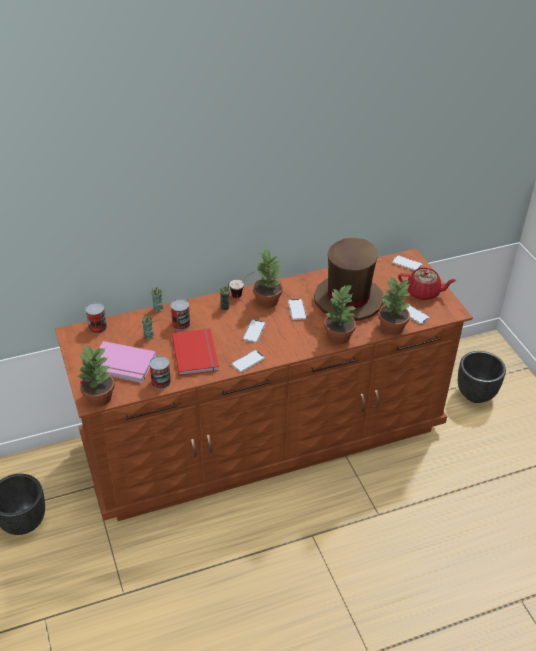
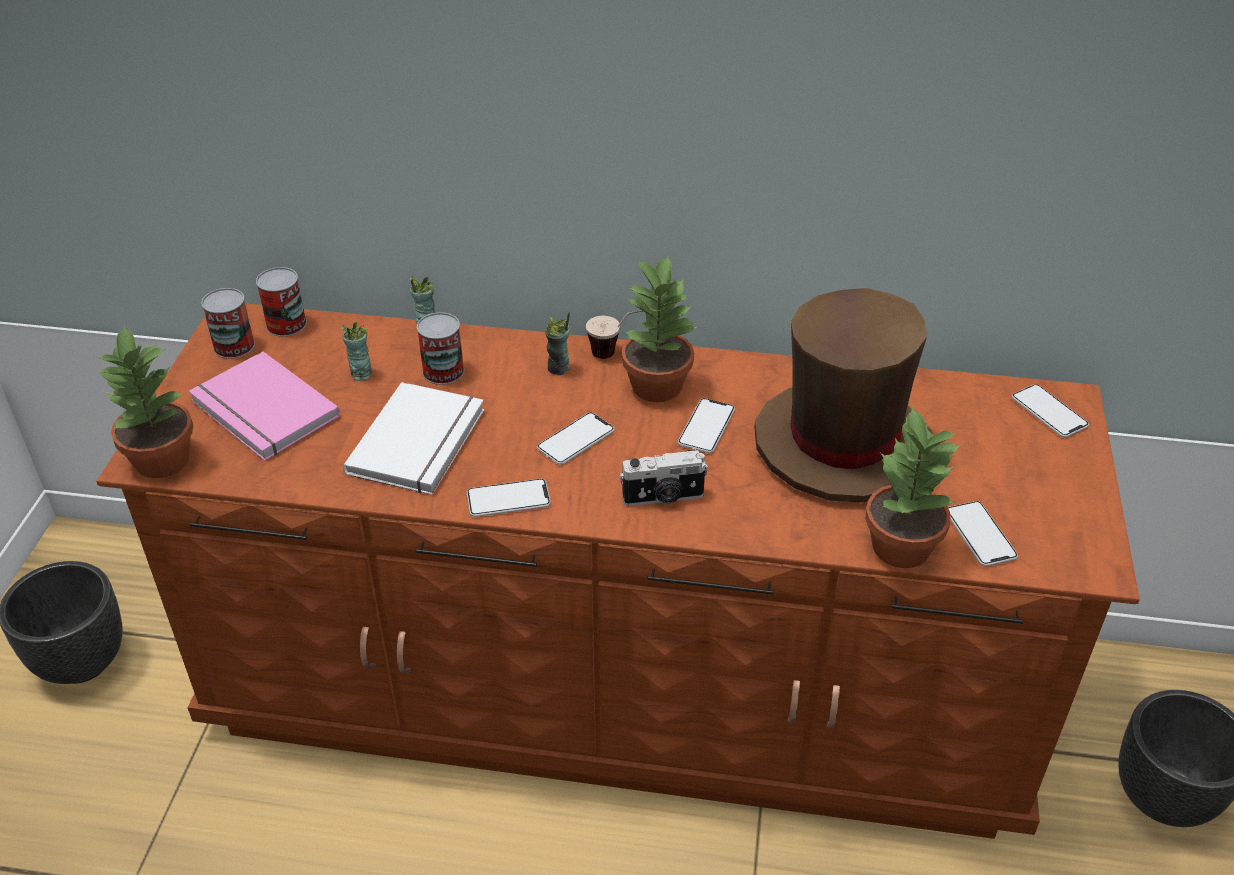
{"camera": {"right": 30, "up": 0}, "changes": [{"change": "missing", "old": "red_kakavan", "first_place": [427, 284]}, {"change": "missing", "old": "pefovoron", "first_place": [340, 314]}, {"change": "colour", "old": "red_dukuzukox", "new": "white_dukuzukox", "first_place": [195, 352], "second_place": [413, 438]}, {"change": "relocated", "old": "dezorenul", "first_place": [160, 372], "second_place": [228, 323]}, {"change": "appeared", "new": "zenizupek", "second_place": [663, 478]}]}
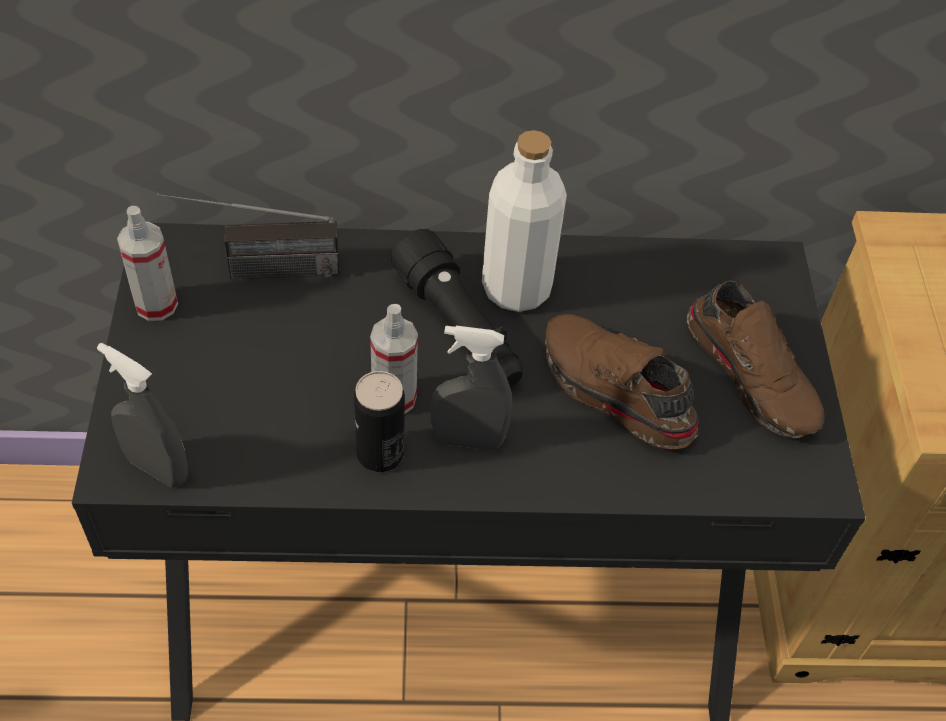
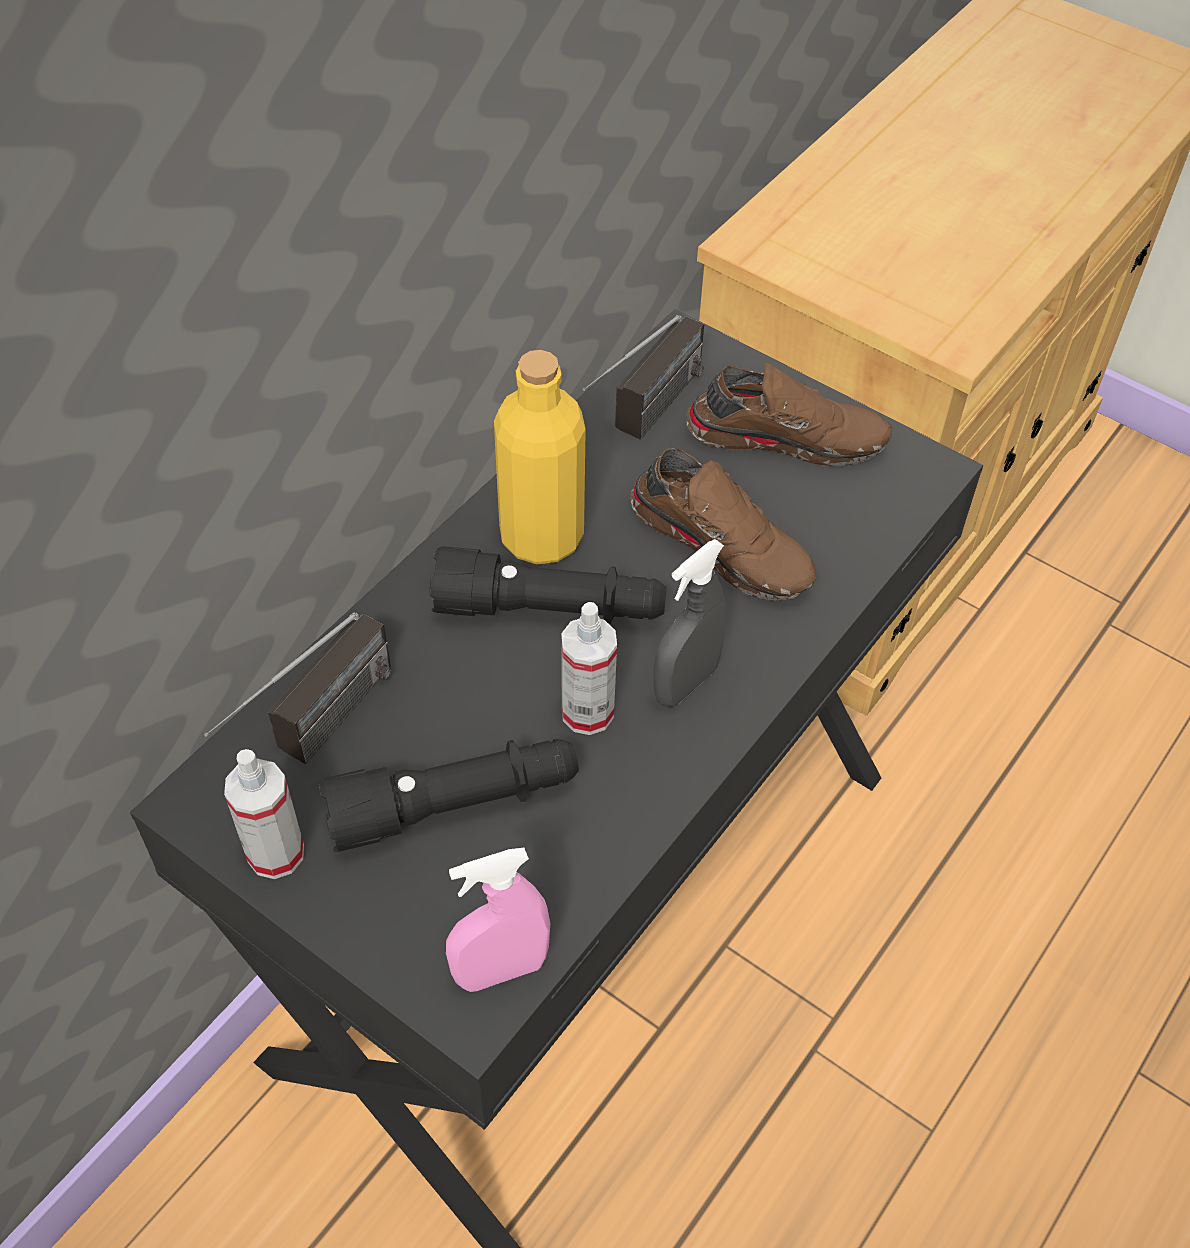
{"camera": {"right": -50, "up": 0}, "changes": [{"change": "colour", "old": "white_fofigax", "new": "yellow_fofigax", "first_place": [524, 221], "second_place": [540, 457]}, {"change": "spun", "old": "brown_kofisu", "first_place": [622, 381], "second_place": [723, 524], "degrees": -135}, {"change": "colour", "old": "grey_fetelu", "new": "pink_fetelu", "first_place": [142, 415], "second_place": [498, 920]}, {"change": "missing", "old": "dezorenul", "first_place": [379, 421]}, {"change": "appeared", "new": "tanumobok", "second_place": [643, 377]}, {"change": "appeared", "new": "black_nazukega", "second_place": [449, 795]}]}
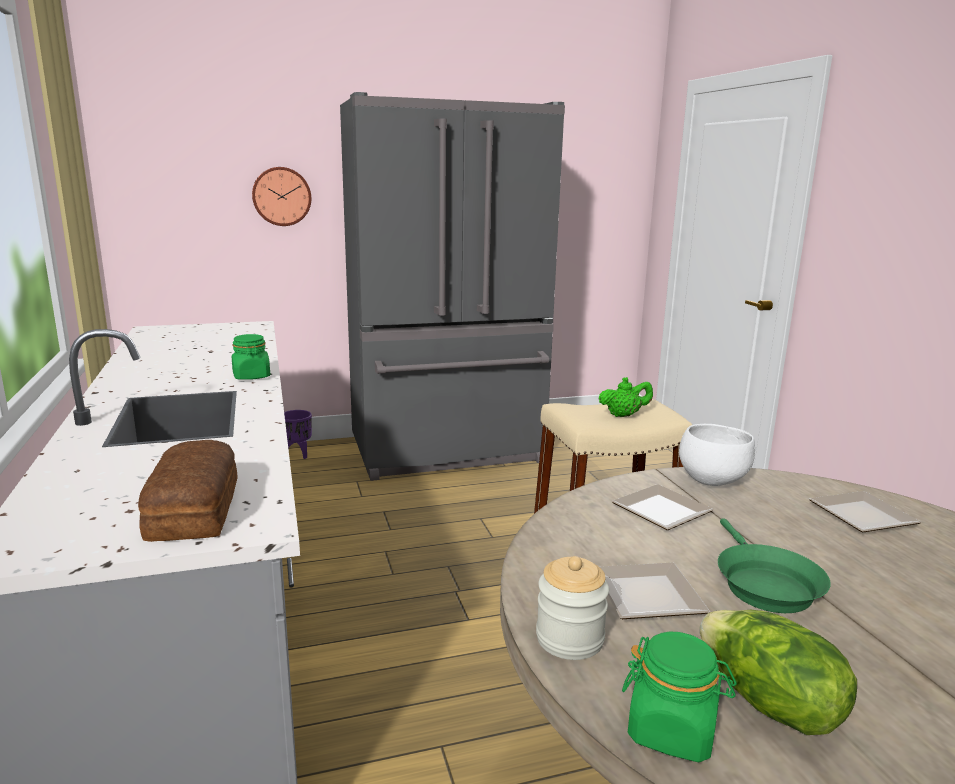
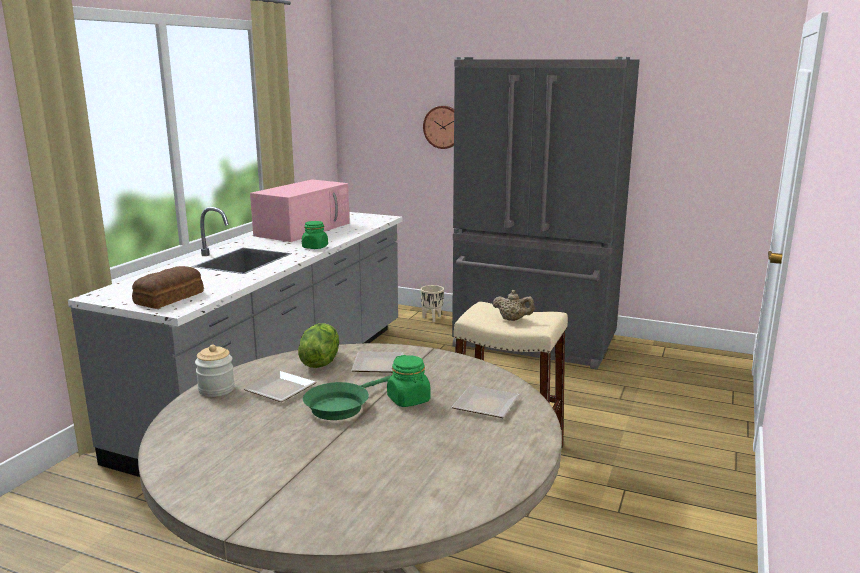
{"camera": {"right": 40, "up": 0}, "changes": [{"change": "colour", "old": "green_kakavan", "new": "beige_kakavan", "first_place": [625, 397], "second_place": [513, 305]}, {"change": "colour", "old": "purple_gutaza", "new": "beige_gutaza", "first_place": [298, 434], "second_place": [432, 303]}, {"change": "missing", "old": "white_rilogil", "first_place": [717, 455]}, {"change": "relocated", "old": "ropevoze", "first_place": [778, 672], "second_place": [318, 345]}, {"change": "relocated", "old": "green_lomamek", "first_place": [679, 697], "second_place": [409, 381]}, {"change": "appeared", "new": "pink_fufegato", "second_place": [300, 211]}]}
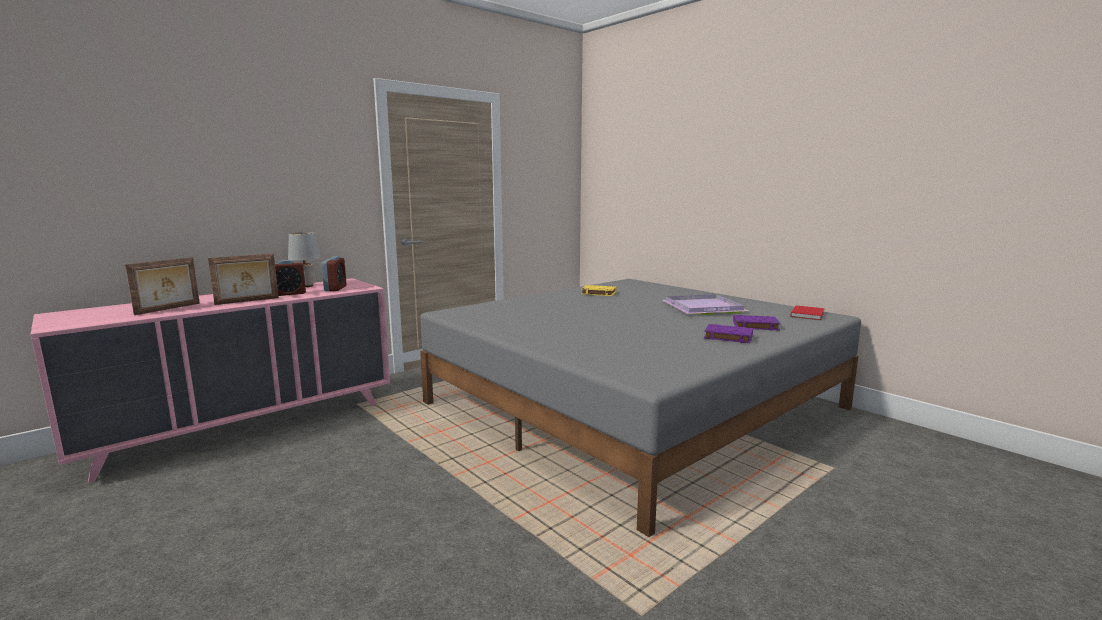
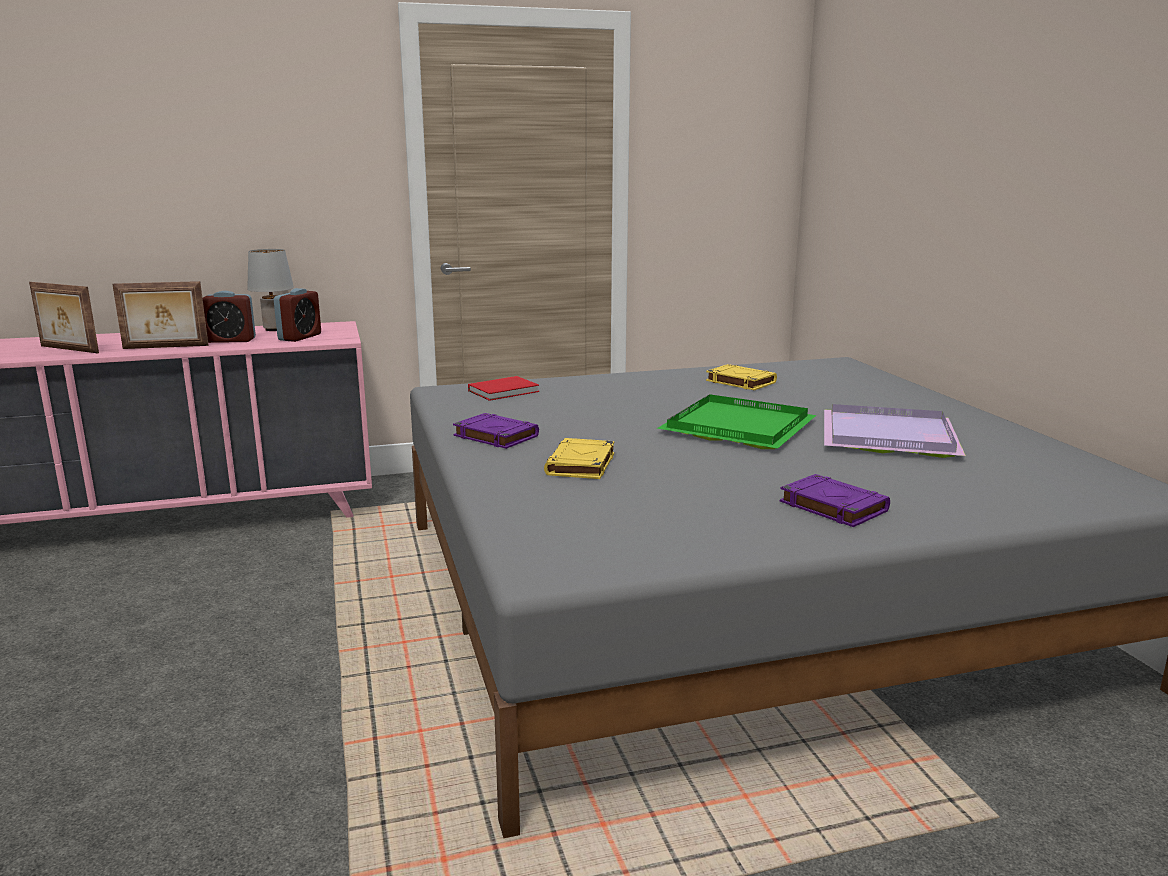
{"camera": {"right": 25, "up": 5}, "changes": [{"change": "spun", "old": "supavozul", "first_place": [162, 286], "second_place": [64, 317], "degrees": 60}, {"change": "relocated", "old": "red_dukuzukox", "first_place": [808, 313], "second_place": [503, 388]}, {"change": "relocated", "old": "purple_dukuzukox", "first_place": [757, 323], "second_place": [496, 431]}, {"change": "appeared", "new": "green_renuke", "second_place": [737, 421]}, {"change": "appeared", "new": "yellow_dukuzukox", "second_place": [579, 458]}]}
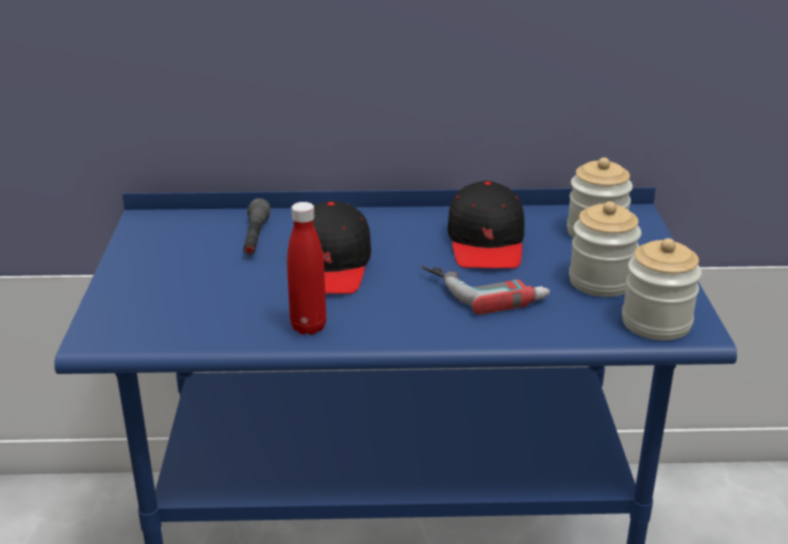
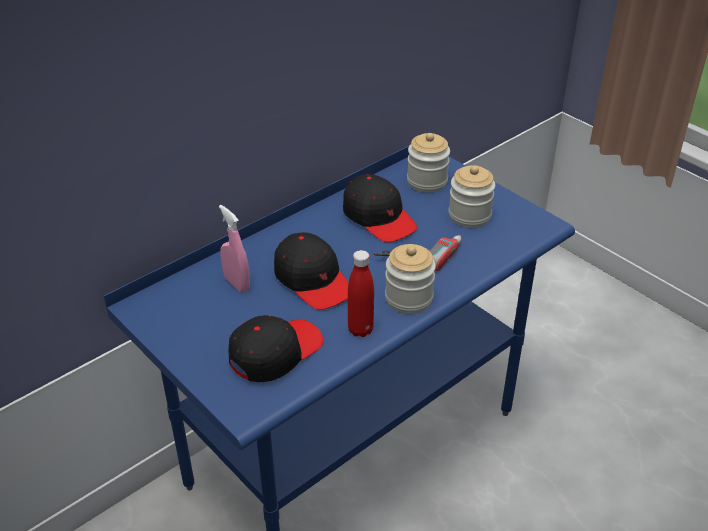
{"camera": {"right": -40, "up": 10}, "changes": [{"change": "exchanged", "old": "grey_nazukega", "new": "pink_fetelu", "first_place": [256, 226], "second_place": [234, 248]}, {"change": "relocated", "old": "lomamek", "first_place": [662, 289], "second_place": [410, 279]}, {"change": "appeared", "new": "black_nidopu", "second_place": [276, 348]}]}
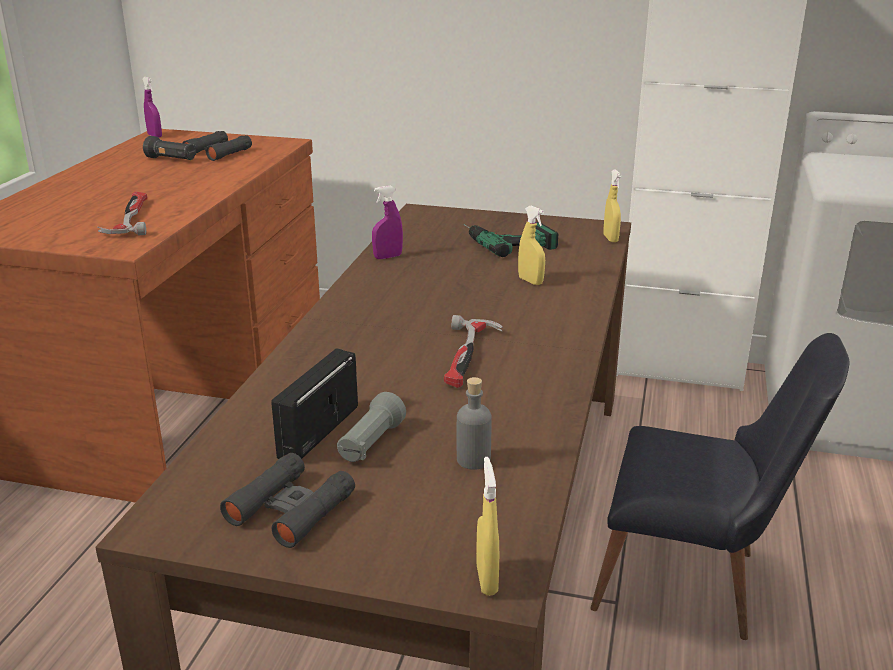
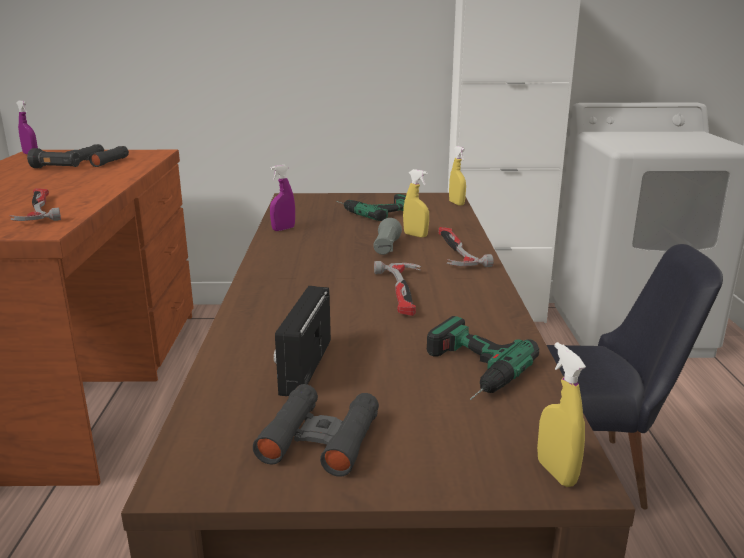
{"camera": {"right": -15, "up": -5}, "changes": [{"change": "exchanged", "old": "grey_fofigax", "new": "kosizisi", "first_place": [474, 423], "second_place": [483, 358]}, {"change": "relocated", "old": "grey_nazukega", "first_place": [371, 427], "second_place": [387, 236]}, {"change": "appeared", "new": "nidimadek", "second_place": [466, 247]}]}
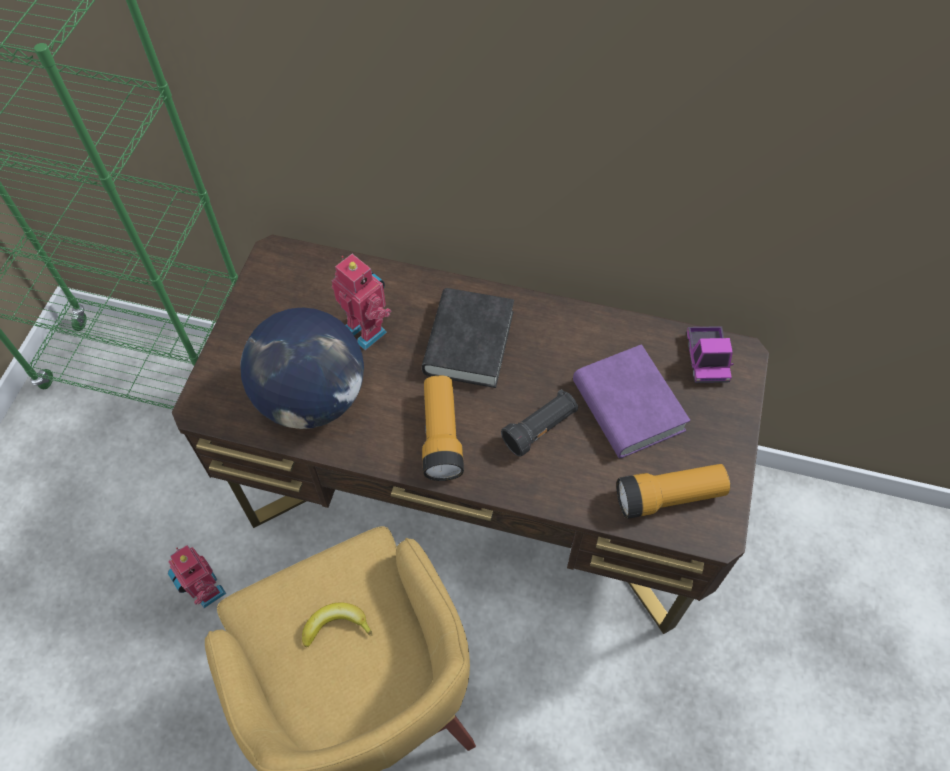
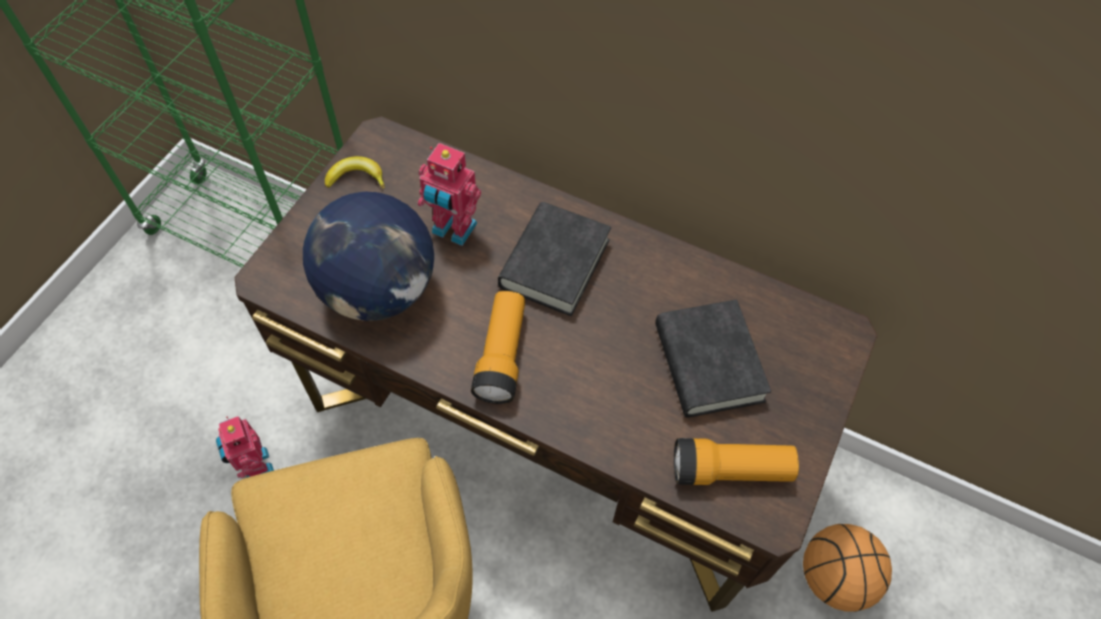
{"camera": {"right": 10, "up": 0}, "changes": [{"change": "spun", "old": "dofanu", "first_place": [361, 302], "second_place": [449, 194], "degrees": 150}, {"change": "missing", "old": "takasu", "first_place": [710, 354]}, {"change": "colour", "old": "purple_dukuzukox", "new": "black_dukuzukox", "first_place": [631, 401], "second_place": [713, 358]}, {"change": "missing", "old": "black_nazukega", "first_place": [539, 423]}, {"change": "relocated", "old": "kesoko", "first_place": [337, 624], "second_place": [355, 172]}, {"change": "appeared", "new": "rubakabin", "second_place": [847, 568]}]}
